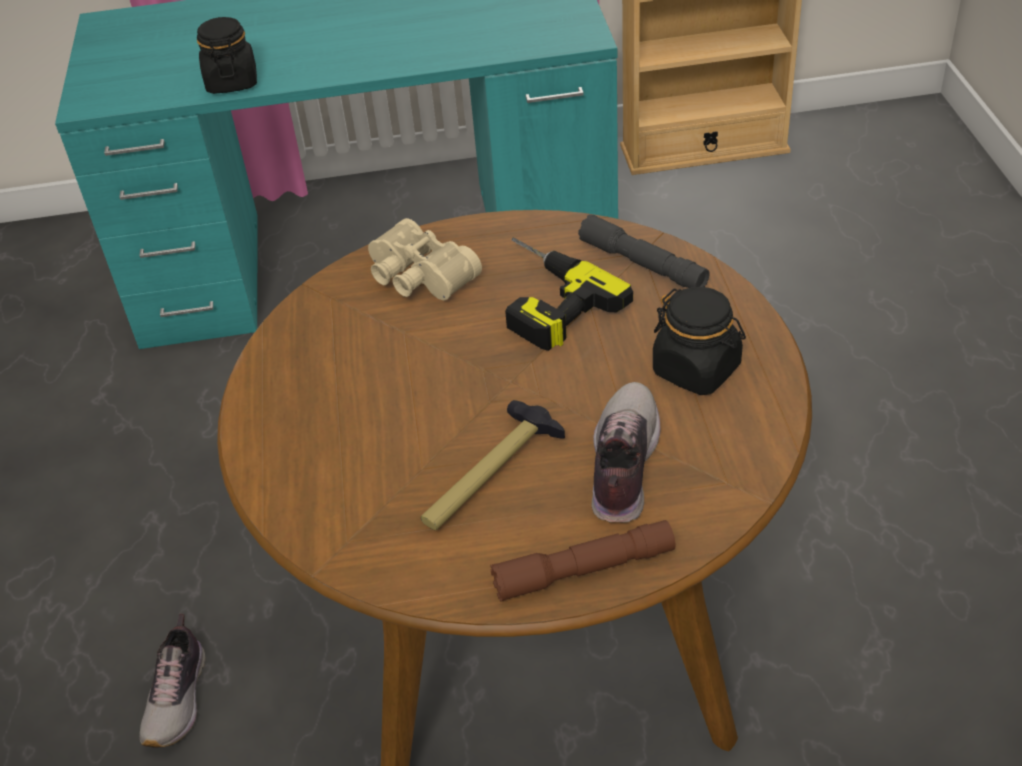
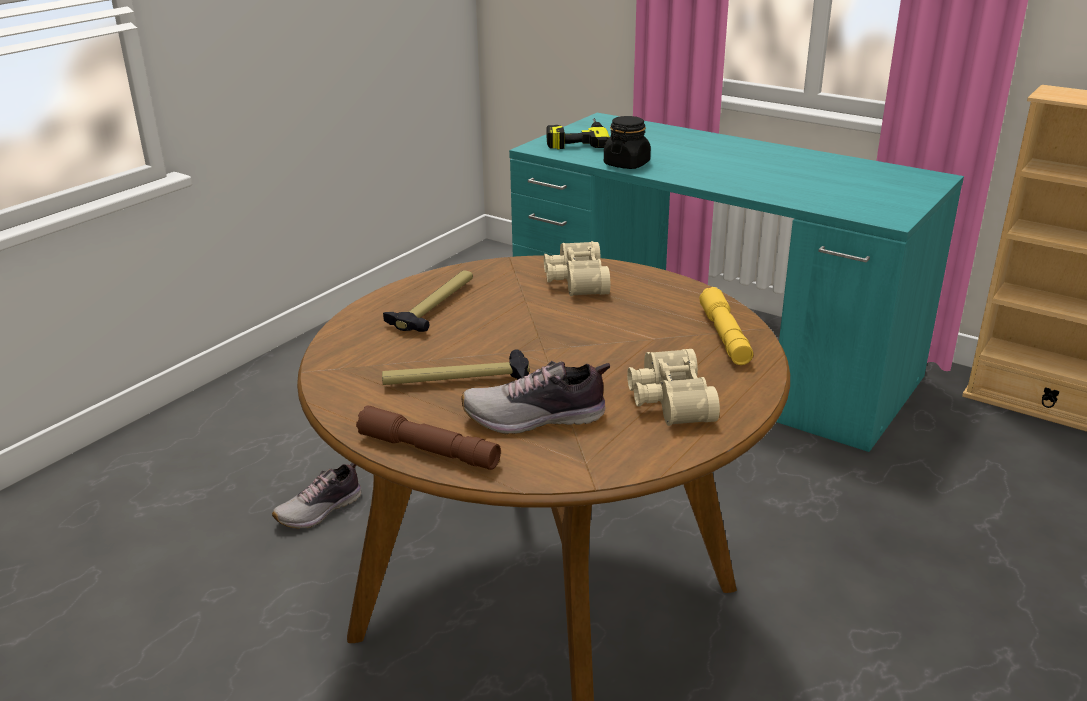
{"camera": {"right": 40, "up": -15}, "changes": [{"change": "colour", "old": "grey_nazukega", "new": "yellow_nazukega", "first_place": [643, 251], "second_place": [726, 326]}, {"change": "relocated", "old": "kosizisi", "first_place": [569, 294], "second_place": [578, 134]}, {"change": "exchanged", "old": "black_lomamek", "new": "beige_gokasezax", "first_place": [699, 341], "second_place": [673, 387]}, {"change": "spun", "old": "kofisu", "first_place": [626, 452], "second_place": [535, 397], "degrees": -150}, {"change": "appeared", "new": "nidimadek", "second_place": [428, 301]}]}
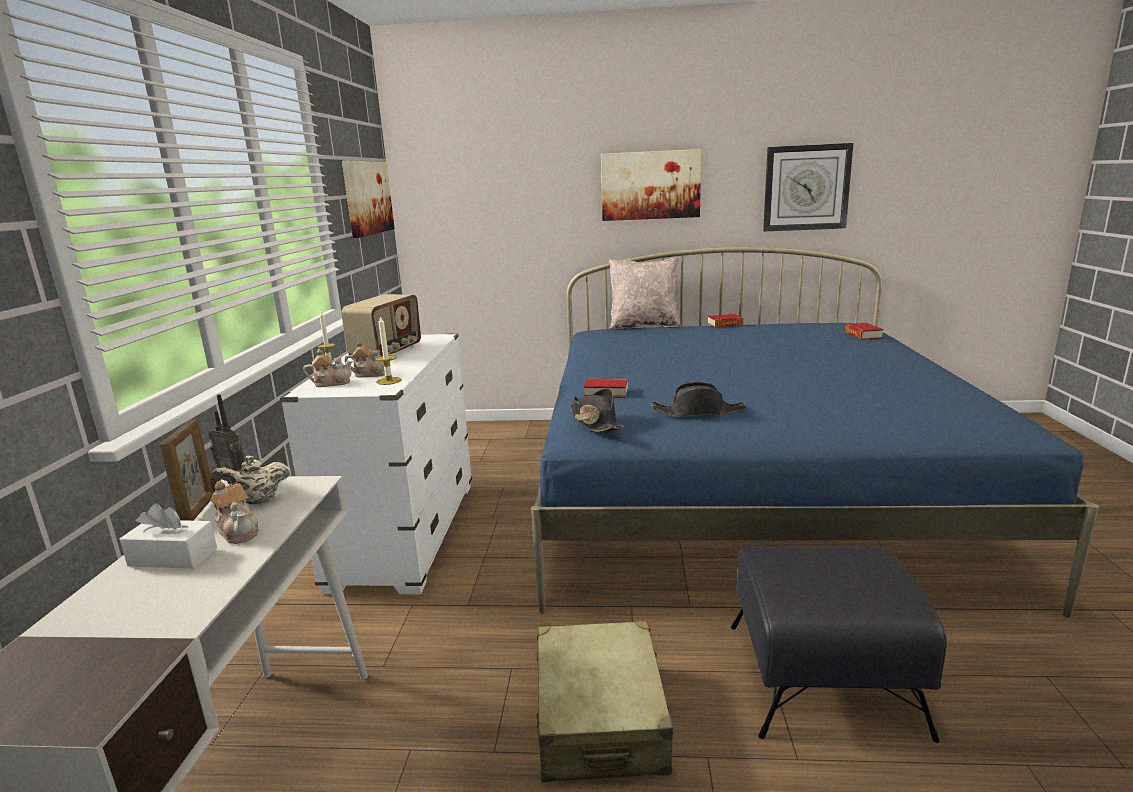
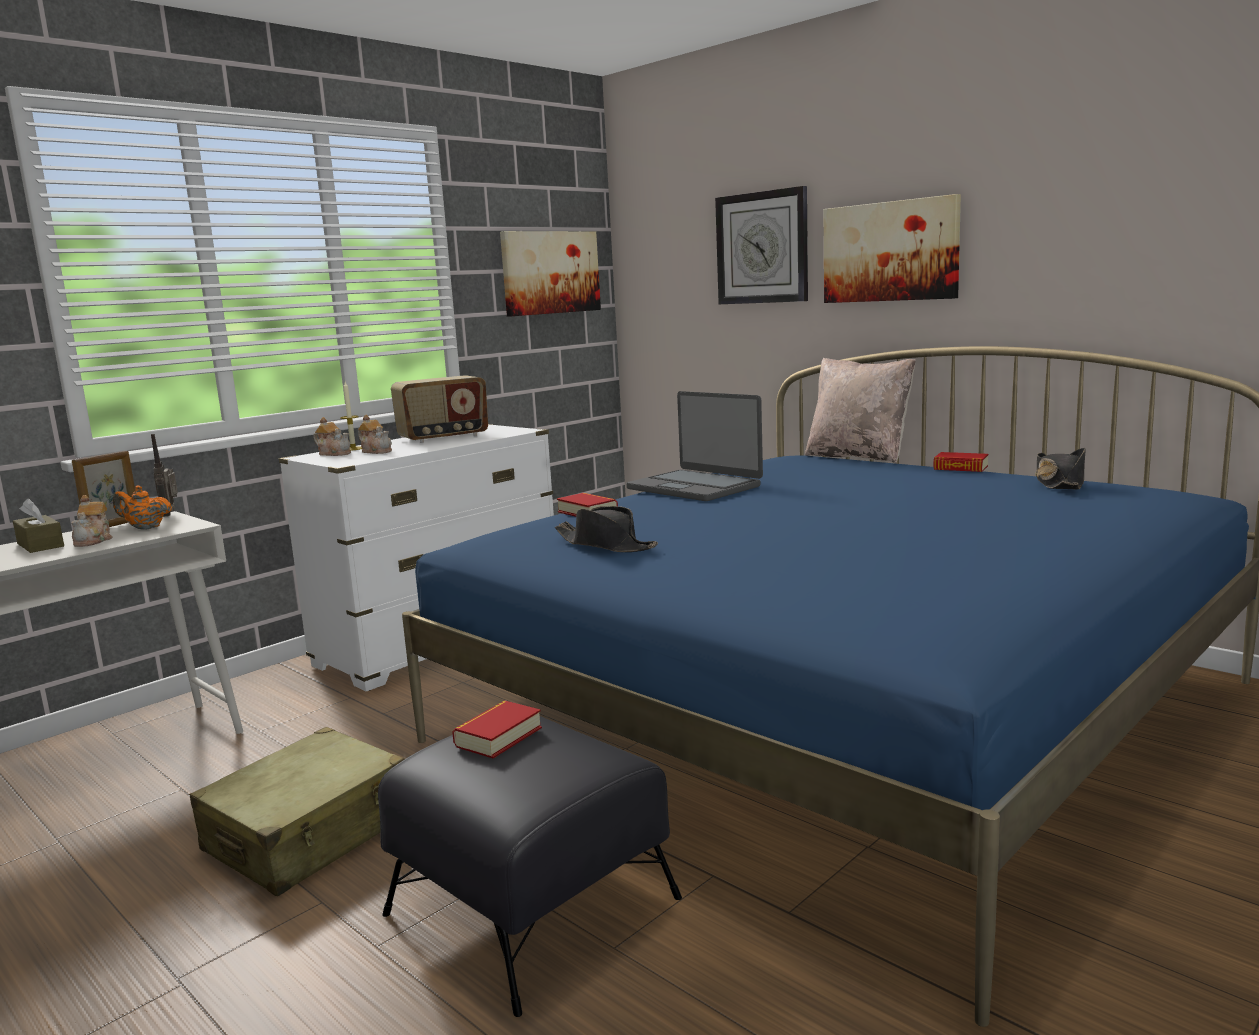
{"camera": {"right": 40, "up": -5}, "changes": [{"change": "relocated", "old": "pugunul", "first_place": [808, 187], "second_place": [761, 245]}, {"change": "missing", "old": "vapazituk", "first_place": [388, 350]}, {"change": "relocated", "old": "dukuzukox", "first_place": [864, 331], "second_place": [497, 729]}, {"change": "relocated", "old": "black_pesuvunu", "first_place": [597, 410], "second_place": [1060, 469]}, {"change": "colour", "old": "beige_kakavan", "new": "orange_kakavan", "first_place": [250, 479], "second_place": [142, 507]}, {"change": "colour", "old": "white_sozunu", "new": "brown_sozunu", "first_place": [168, 536], "second_place": [38, 525]}, {"change": "appeared", "new": "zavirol", "second_place": [694, 446]}]}
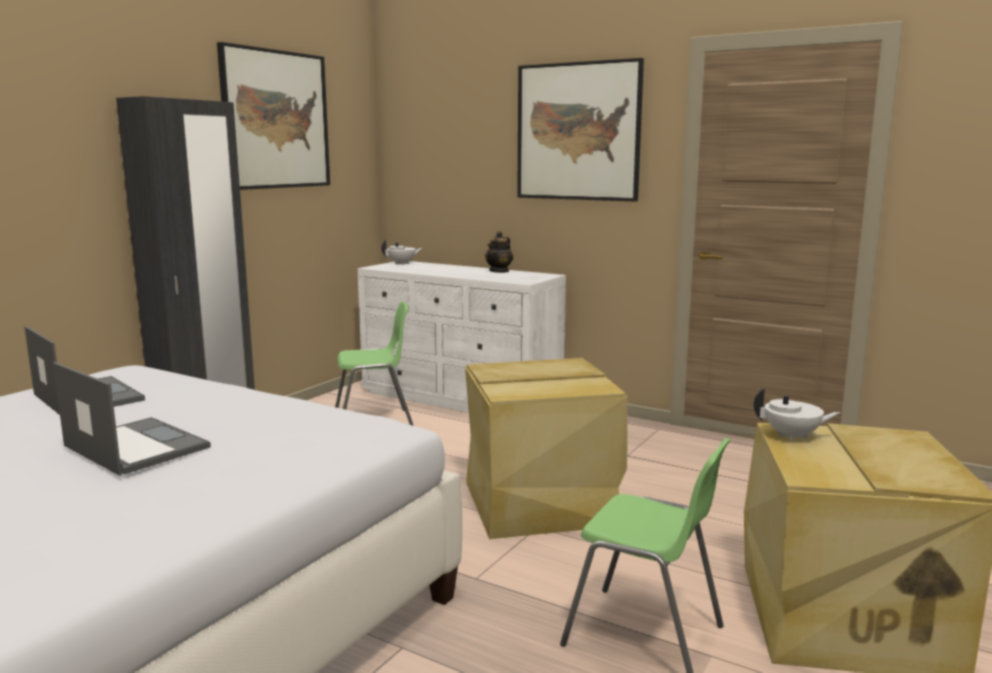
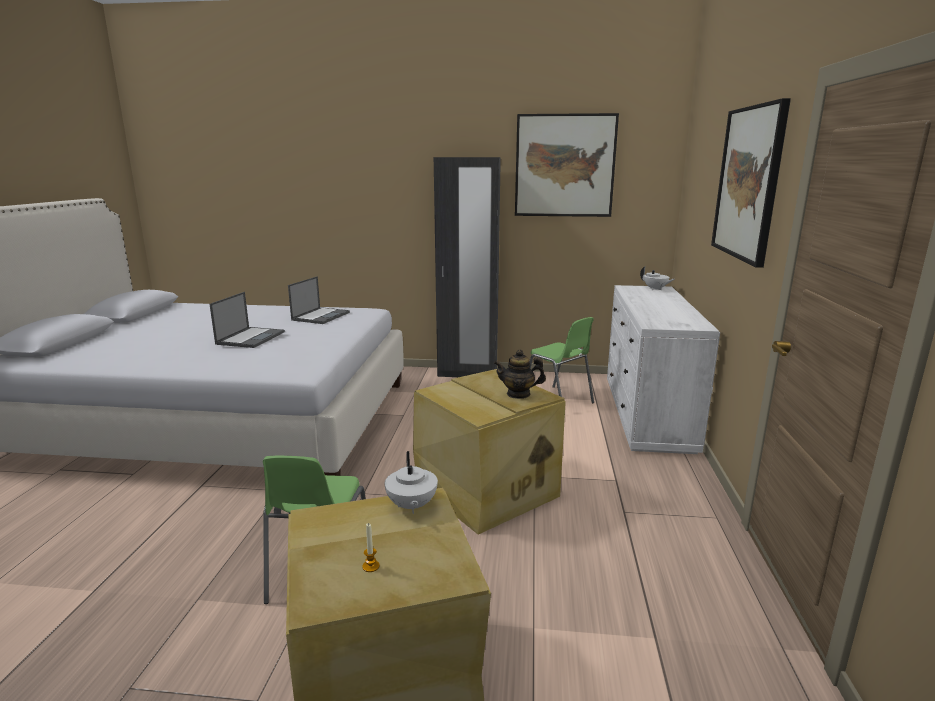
{"camera": {"right": 65, "up": 5}, "changes": [{"change": "relocated", "old": "kakavan", "first_place": [499, 252], "second_place": [520, 374]}, {"change": "appeared", "new": "vapazituk", "second_place": [371, 547]}]}
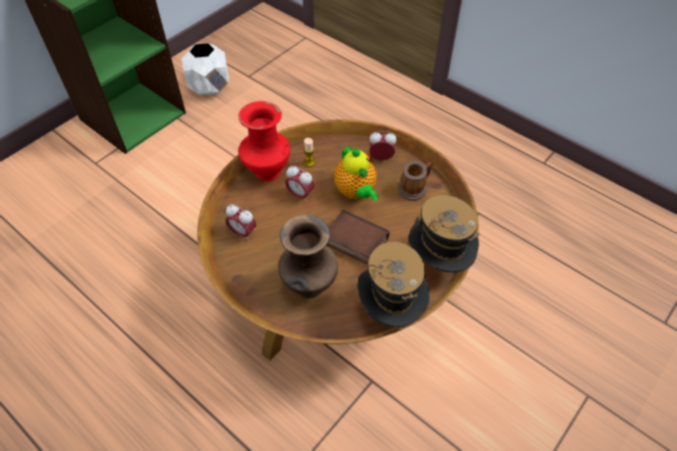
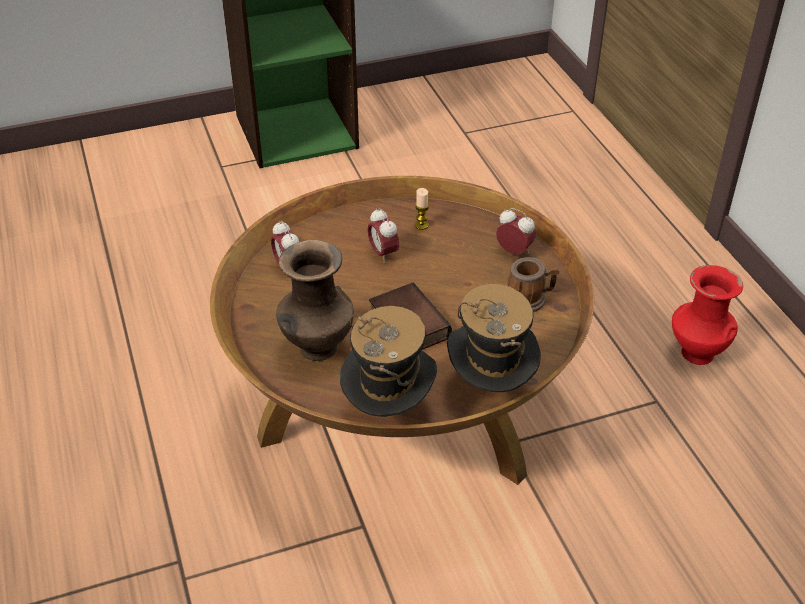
{"camera": {"right": 30, "up": -10}, "changes": [{"change": "missing", "old": "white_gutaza", "first_place": [205, 69]}, {"change": "relocated", "old": "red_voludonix", "first_place": [264, 141], "second_place": [707, 315]}, {"change": "missing", "old": "kakavan", "first_place": [356, 173]}]}
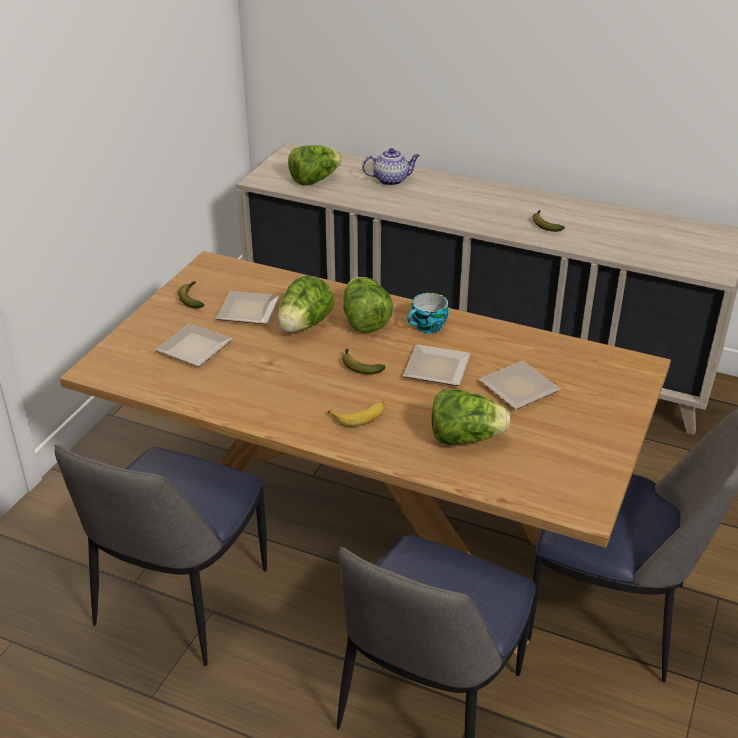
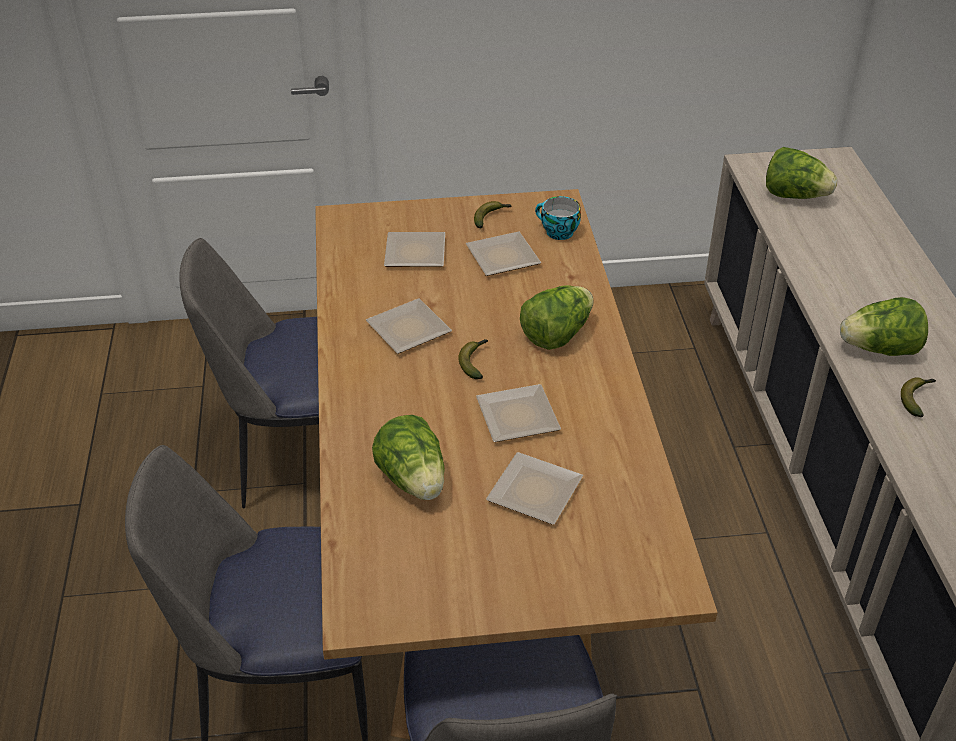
{"camera": {"right": 60, "up": 5}, "changes": [{"change": "missing", "old": "kakavan", "first_place": [391, 167]}, {"change": "relocated", "old": "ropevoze", "first_place": [306, 303], "second_place": [884, 326]}, {"change": "relocated", "old": "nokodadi", "first_place": [428, 313], "second_place": [558, 218]}, {"change": "missing", "old": "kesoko", "first_place": [356, 414]}, {"change": "appeared", "new": "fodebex", "second_place": [409, 326]}]}
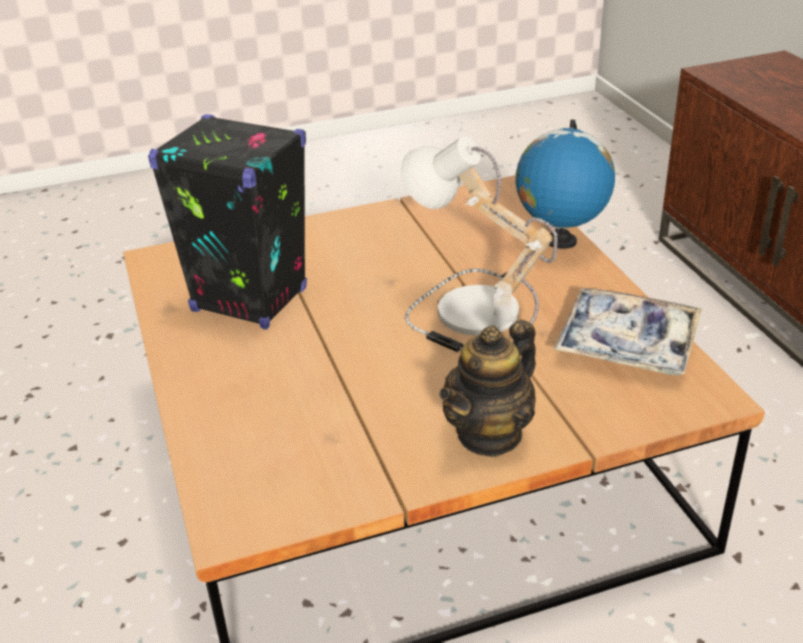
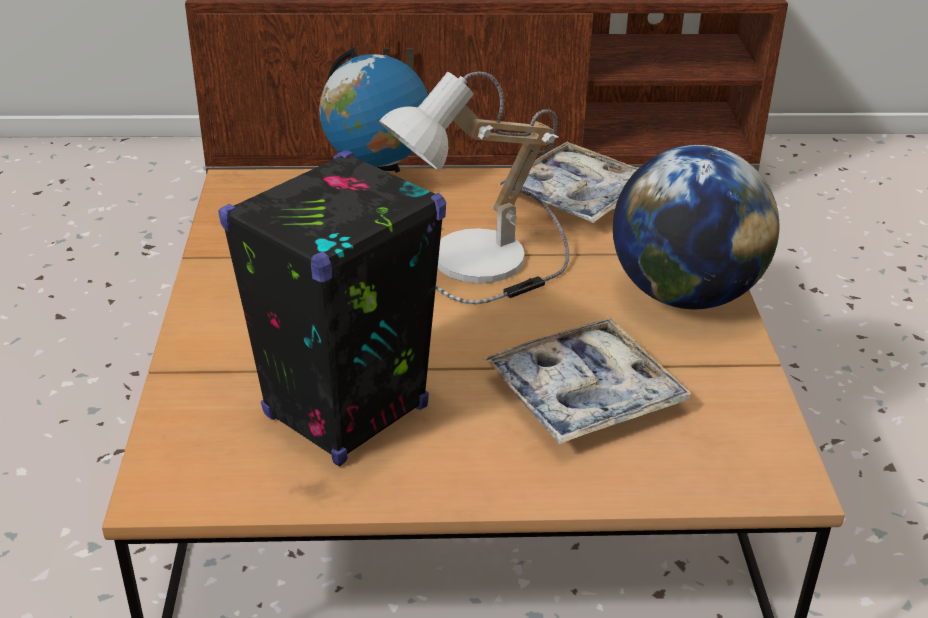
{"camera": {"right": -75, "up": 0}, "changes": [{"change": "exchanged", "old": "kakavan", "new": "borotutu", "first_place": [487, 388], "second_place": [696, 227]}, {"change": "appeared", "new": "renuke", "second_place": [587, 381]}]}
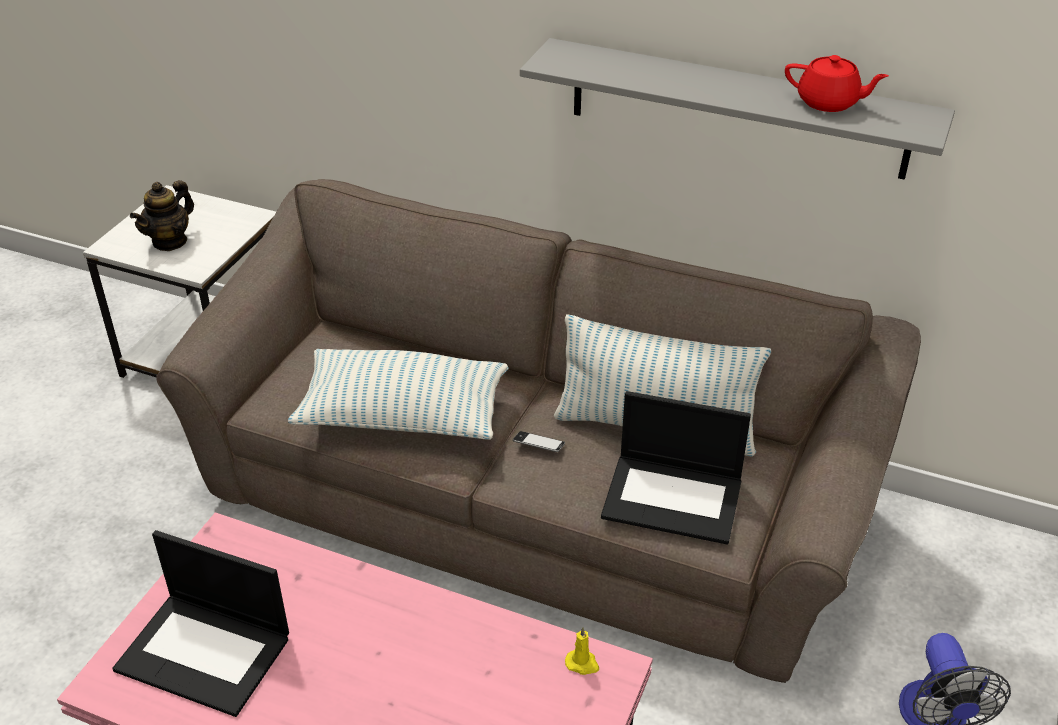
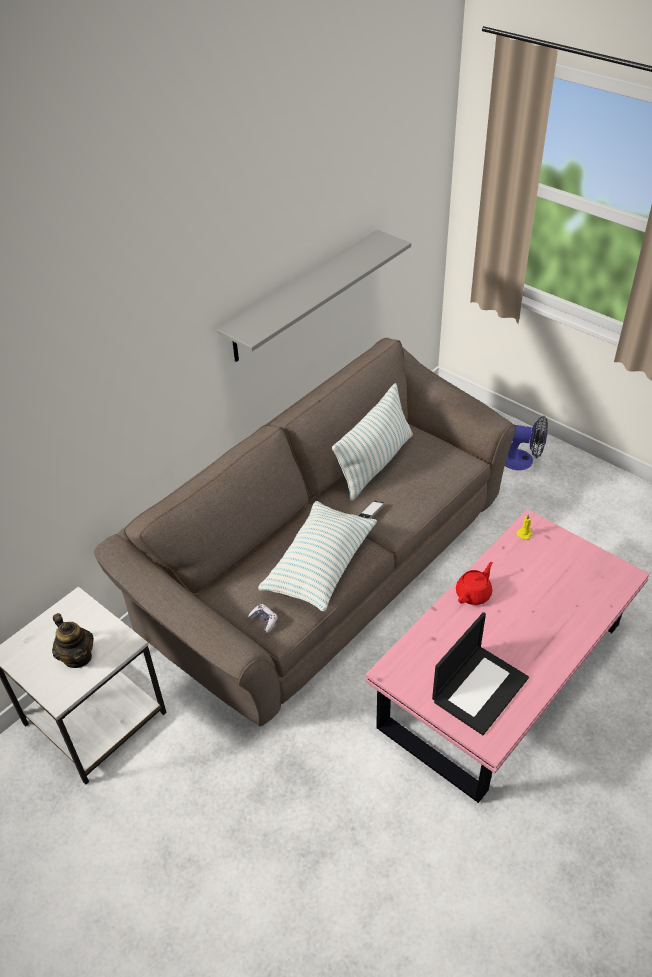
{"camera": {"right": -70, "up": 5}, "changes": [{"change": "relocated", "old": "red_kakavan", "first_place": [837, 83], "second_place": [474, 583]}, {"change": "missing", "old": "zavirol", "first_place": [676, 468]}, {"change": "appeared", "new": "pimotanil", "second_place": [263, 618]}]}
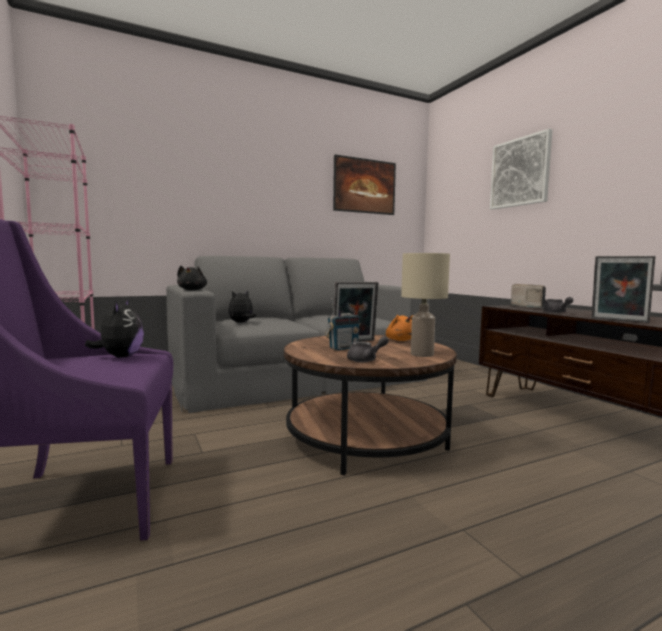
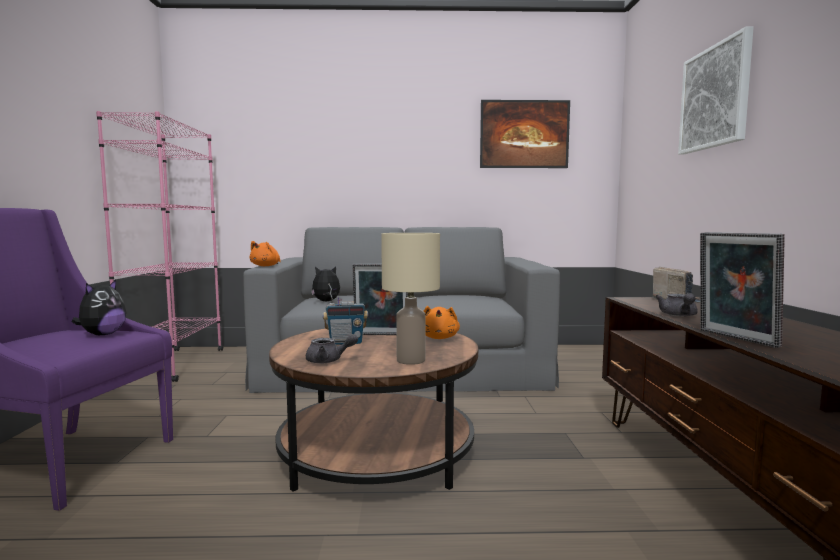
{"camera": {"right": 25, "up": 0}, "changes": [{"change": "colour", "old": "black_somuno", "new": "orange_somuno", "first_place": [192, 278], "second_place": [265, 253]}]}
